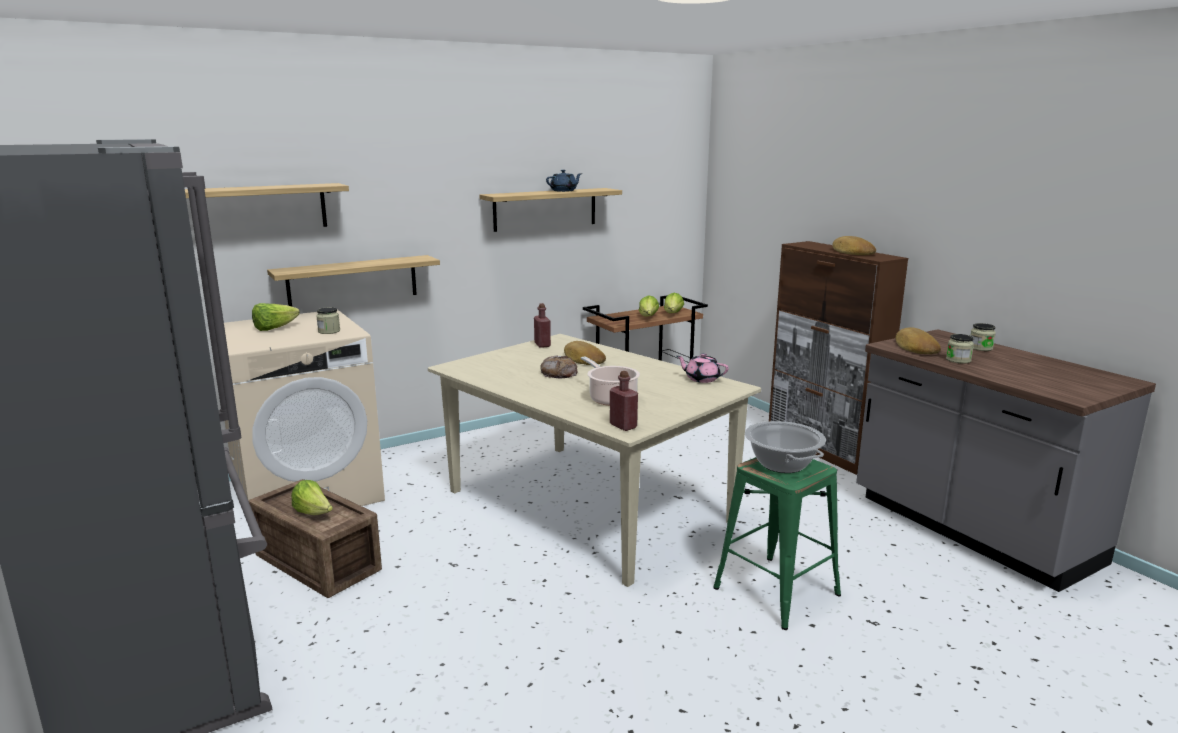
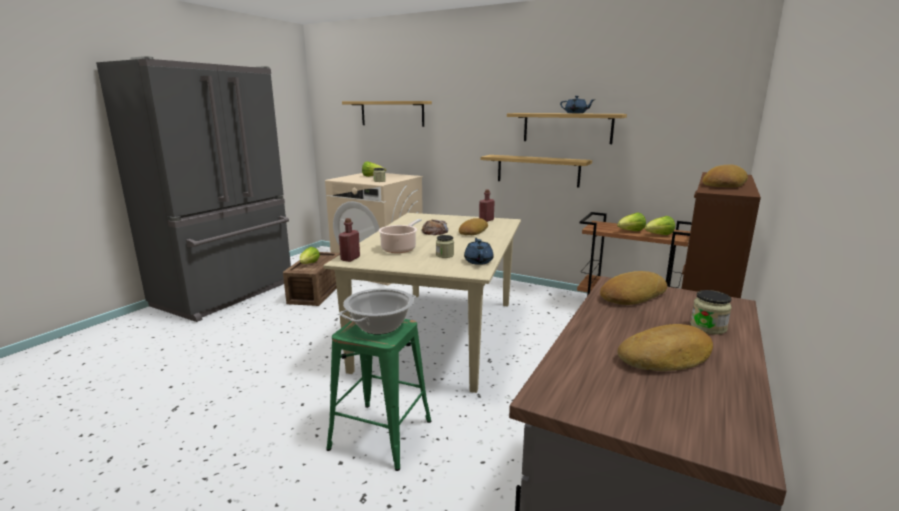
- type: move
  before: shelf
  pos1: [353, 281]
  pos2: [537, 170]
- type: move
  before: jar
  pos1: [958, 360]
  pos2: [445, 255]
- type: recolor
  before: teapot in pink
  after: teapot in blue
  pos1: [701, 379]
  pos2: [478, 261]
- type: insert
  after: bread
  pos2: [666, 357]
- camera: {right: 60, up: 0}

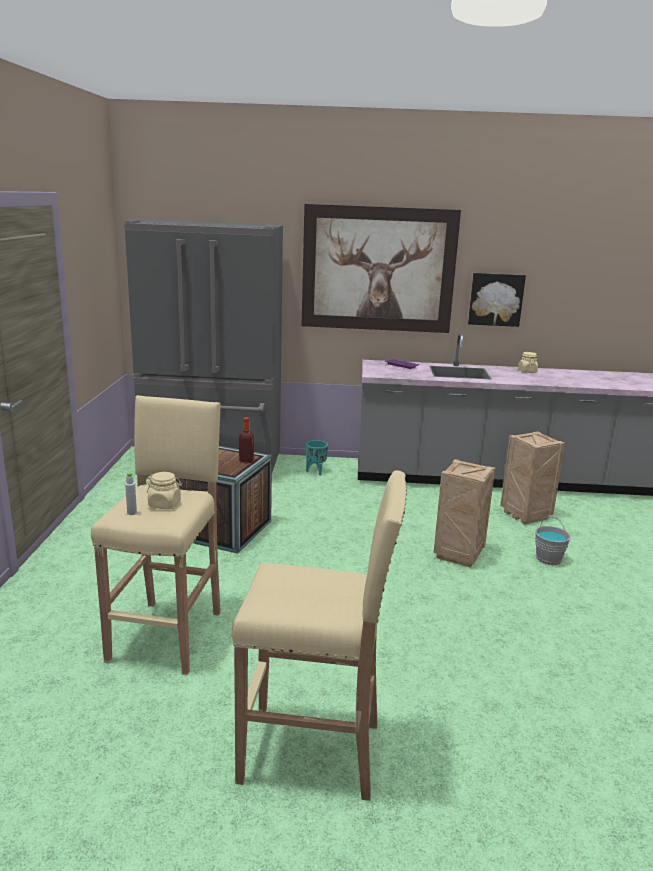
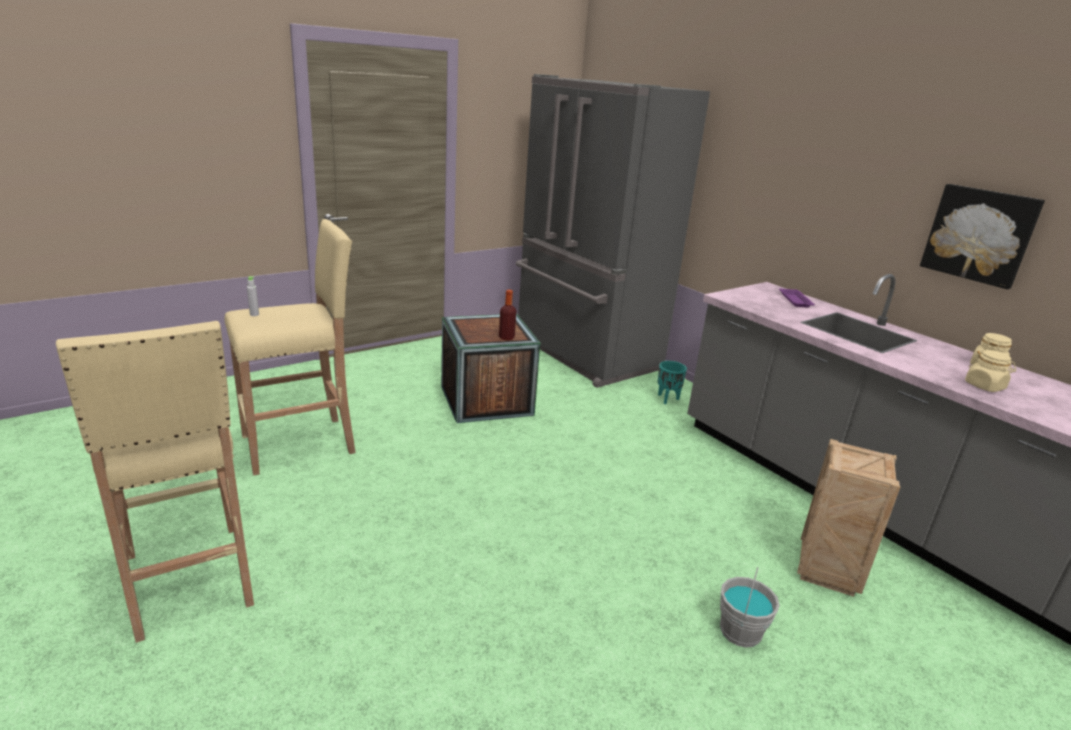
- type: delete
  before: picture
  pos1: [378, 269]
- type: delete
  before: crate
  pos1: [458, 554]
- type: move
  before: jar in beige
  pos1: [165, 504]
  pos2: [984, 386]
- camera: {right: 50, up: 5}

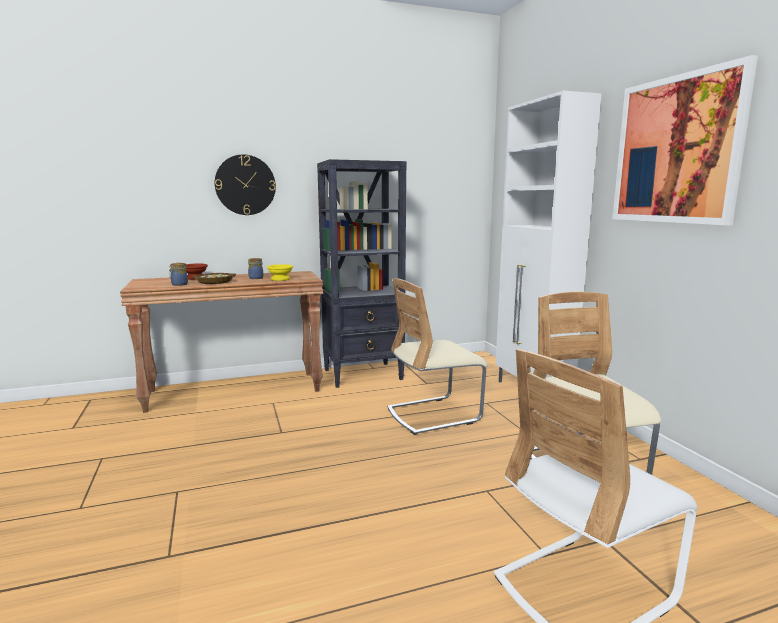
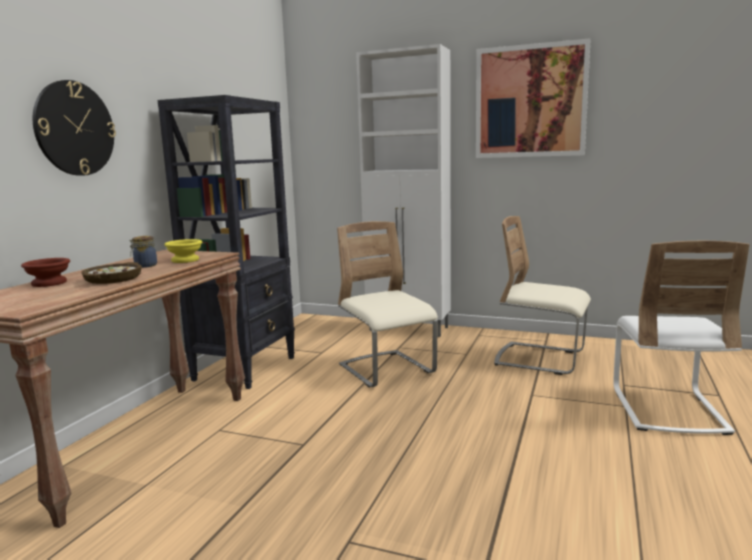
- type: delete
  before: jar
  pos1: [179, 284]
- type: rotate
  before: chair in beige
  pos1: [433, 415]
  pos2: [386, 370]
  turn: 135
- camera: {right: -50, up: 0}

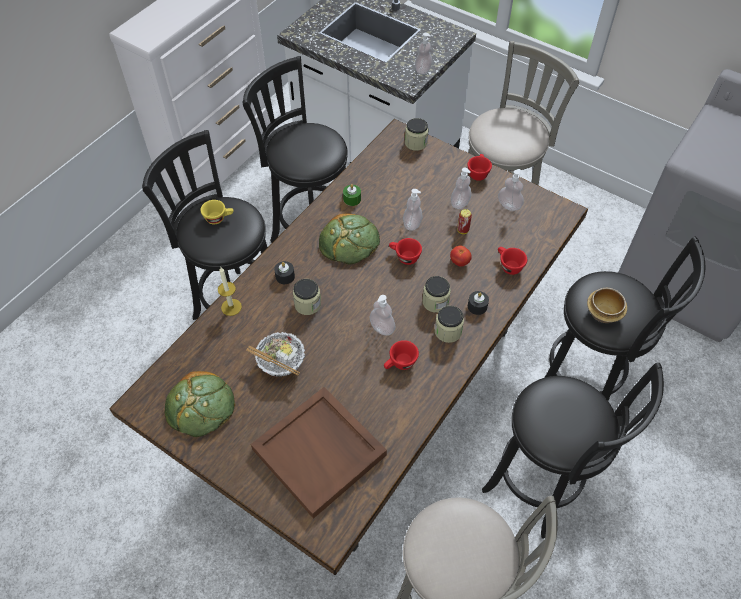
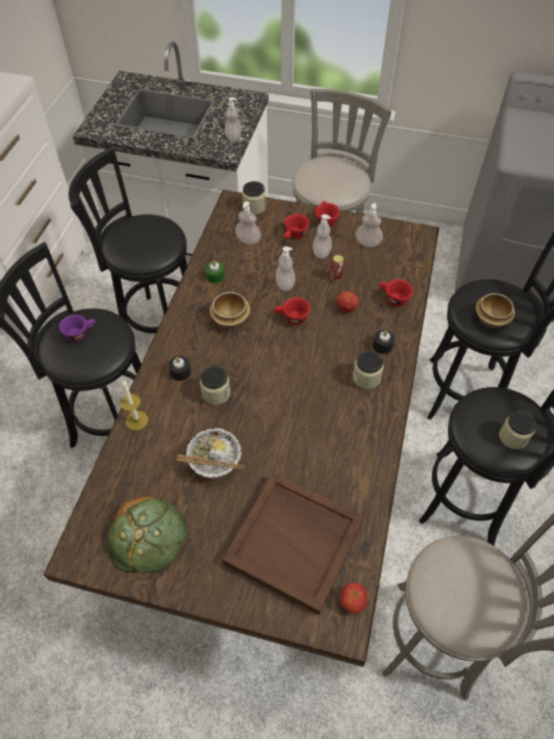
- type: recolor
  before: cup in yellow
  after: cup in purple
  pos1: [219, 218]
  pos2: [80, 333]
- type: replace
  before: bread
  after: bowl
  pos1: [349, 242]
  pos2: [231, 319]
- type: move
  before: jar
  pos1: [435, 302]
  pos2: [513, 437]
- type: move
  before: soap dispenser
  pos1: [382, 328]
  pos2: [248, 240]
- type: move
  before: cup in red
  pos1: [400, 364]
  pos2: [294, 236]
- type: insert
  after: tomato
  pos2: [352, 601]
- camera: {right: -20, up: 0}

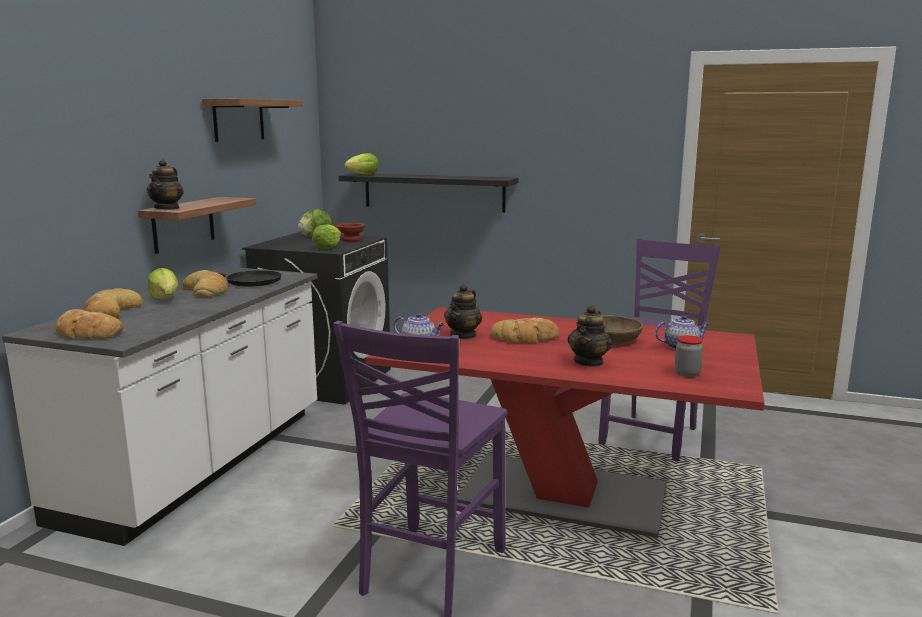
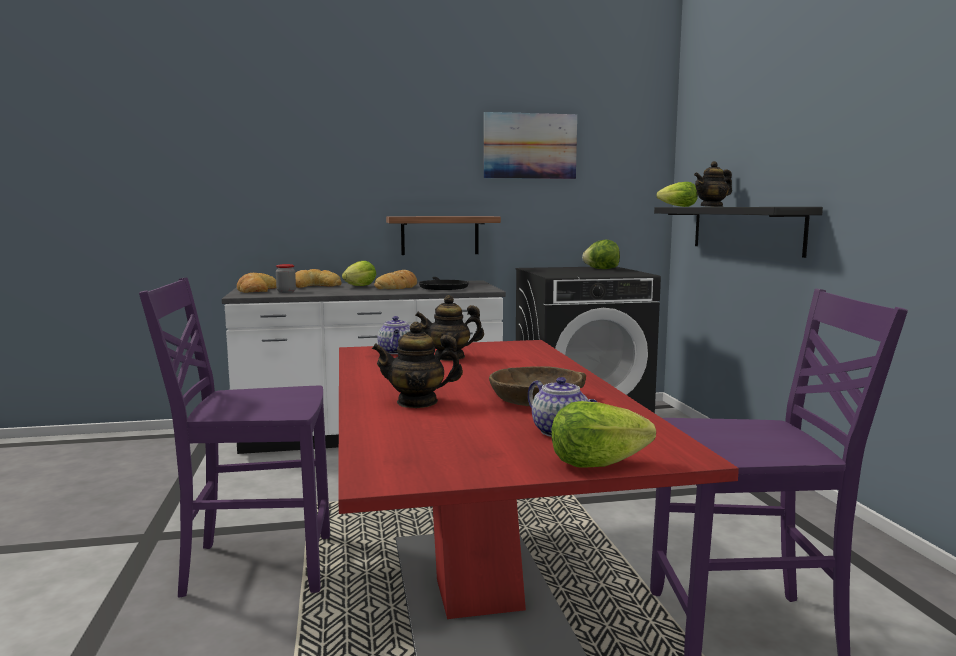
- type: replace
  before: shelf
  after: picture
  pos1: [238, 120]
  pos2: [530, 146]
- type: move
  before: teapot
  pos1: [167, 208]
  pos2: [712, 206]
- type: delete
  before: bowl in brown
  pos1: [350, 239]
- type: move
  before: lettuce
  pos1: [327, 248]
  pos2: [596, 463]
- type: delete
  before: bread
  pos1: [525, 338]
- type: move
  before: jar
  pos1: [687, 373]
  pos2: [286, 292]
- camera: {right: 60, up: -5}

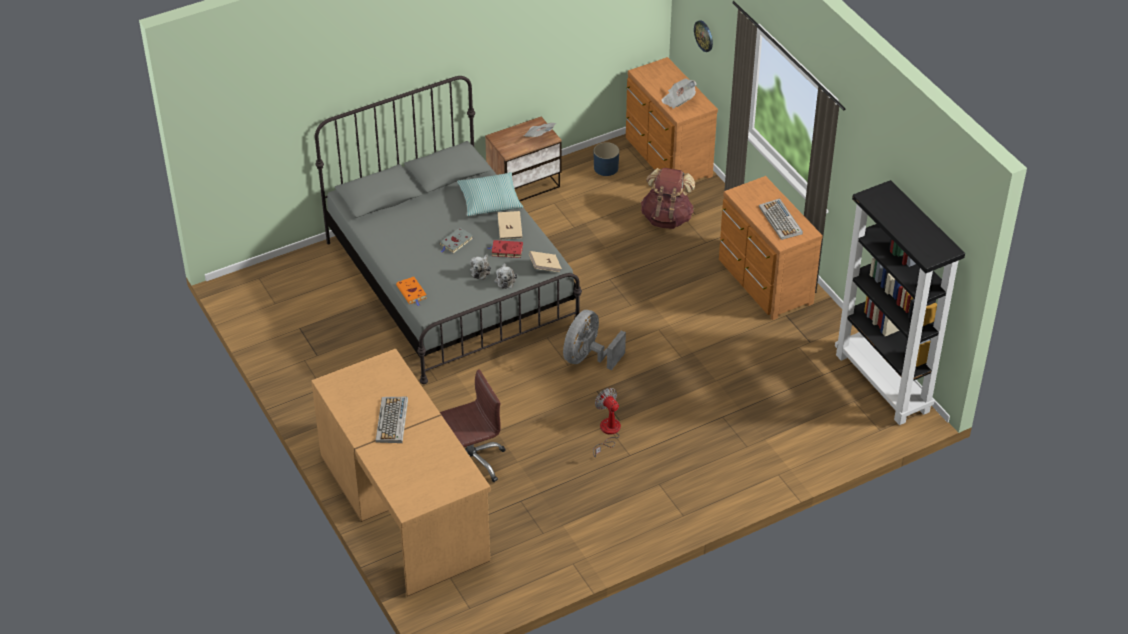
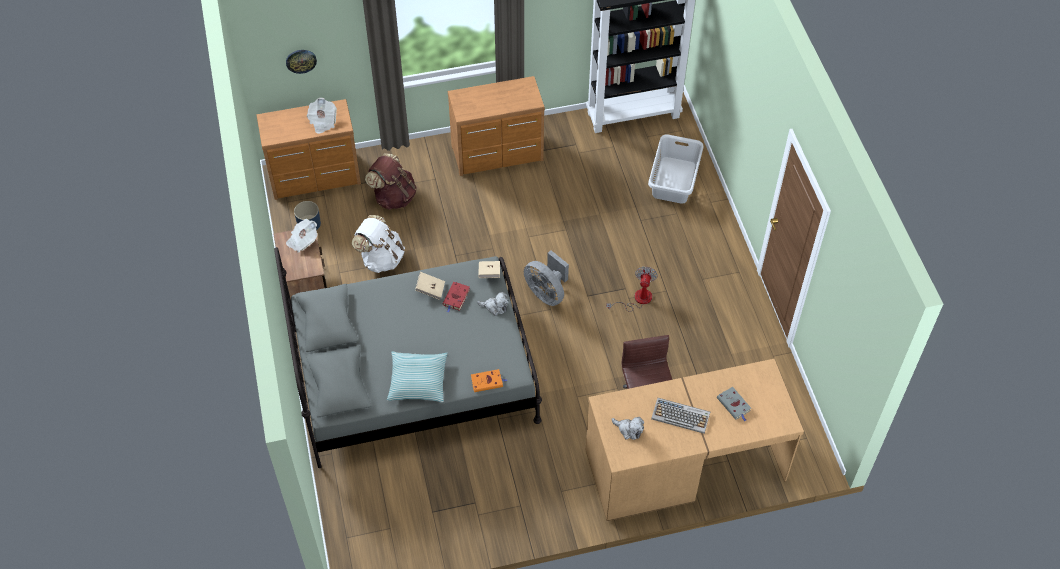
- type: move
  before: pillow
  pos1: [489, 200]
  pos2: [418, 381]
- type: delete
  before: keyboard
  pos1: [781, 220]
- type: move
  before: book in grey
  pos1: [455, 243]
  pos2: [734, 405]
- type: move
  before: plush toy
  pos1: [481, 270]
  pos2: [629, 430]
- type: rotate
  before: fan
  pos1: [607, 432]
  pos2: [637, 299]
  turn: 120
- type: insert
  after: laundry basket in grey
  pos2: [673, 180]
- type: insert
  after: backpack in white
  pos2: [381, 258]
- camera: {right: -75, up: 10}

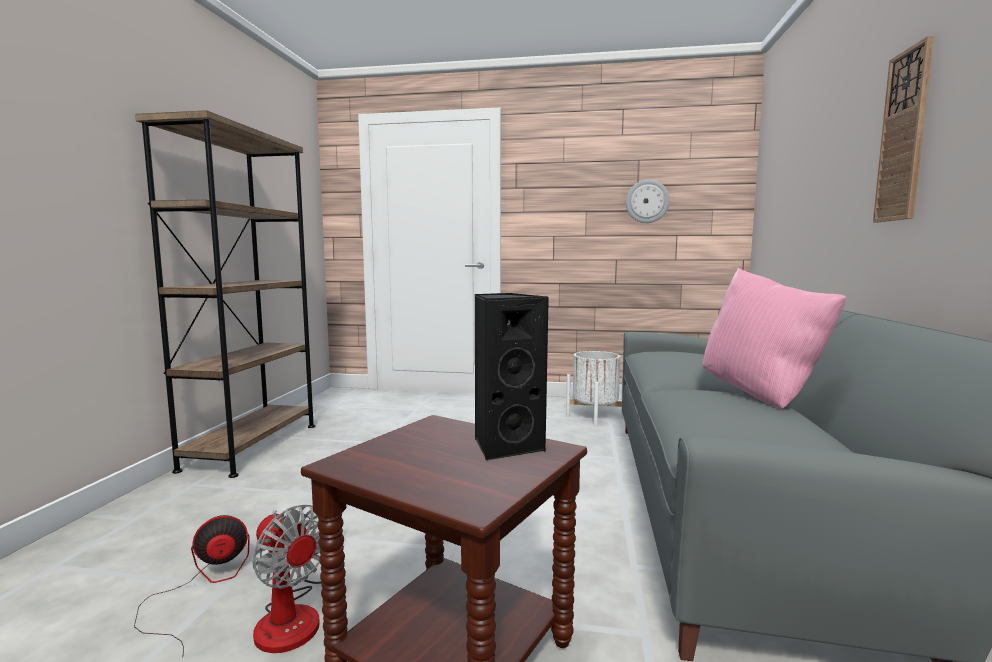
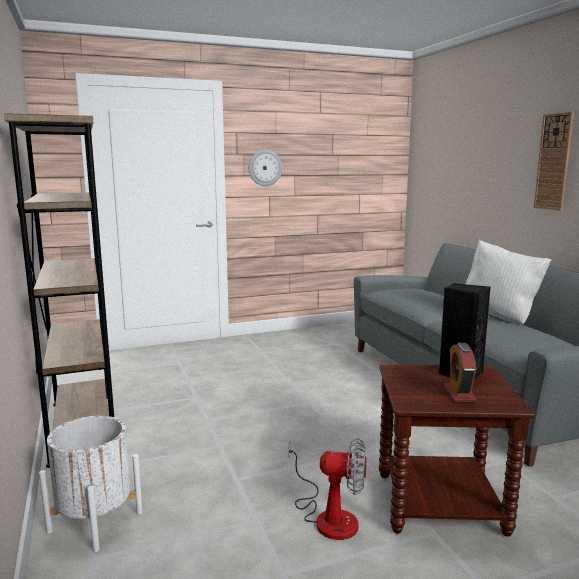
- type: move
  before: wall clock
  pos1: [647, 201]
  pos2: [265, 168]
- type: recolor
  before: pillow in pink
  after: pillow in white
  pos1: [761, 396]
  pos2: [499, 317]
- type: move
  before: planter in white
  pos1: [595, 416]
  pos2: [95, 522]
- type: delete
  before: fan
  pos1: [202, 587]
- type: insert
  after: alarm clock
  pos2: [459, 394]
- camera: {right: -30, up: 5}

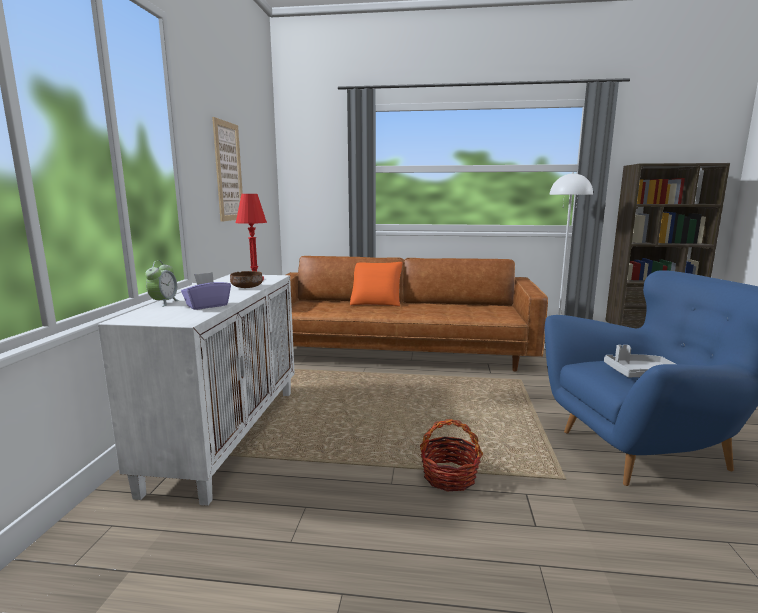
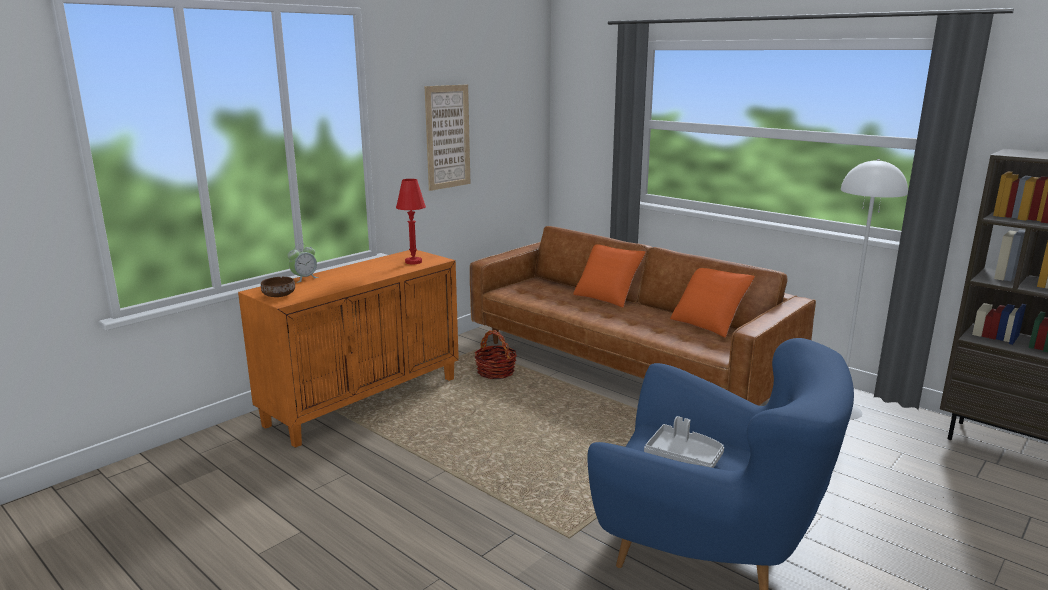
- type: move
  before: bowl in brown
  pos1: [247, 287]
  pos2: [278, 295]
- type: delete
  before: tissue box in purple
  pos1: [207, 306]
- type: recolor
  before: cabinet in white
  after: cabinet in orange
  pos1: [227, 435]
  pos2: [364, 400]
- type: move
  before: basket
  pos1: [449, 477]
  pos2: [495, 372]
- type: insert
  after: pillow in orange
  pos2: [709, 324]
- camera: {right: 35, up: 5}

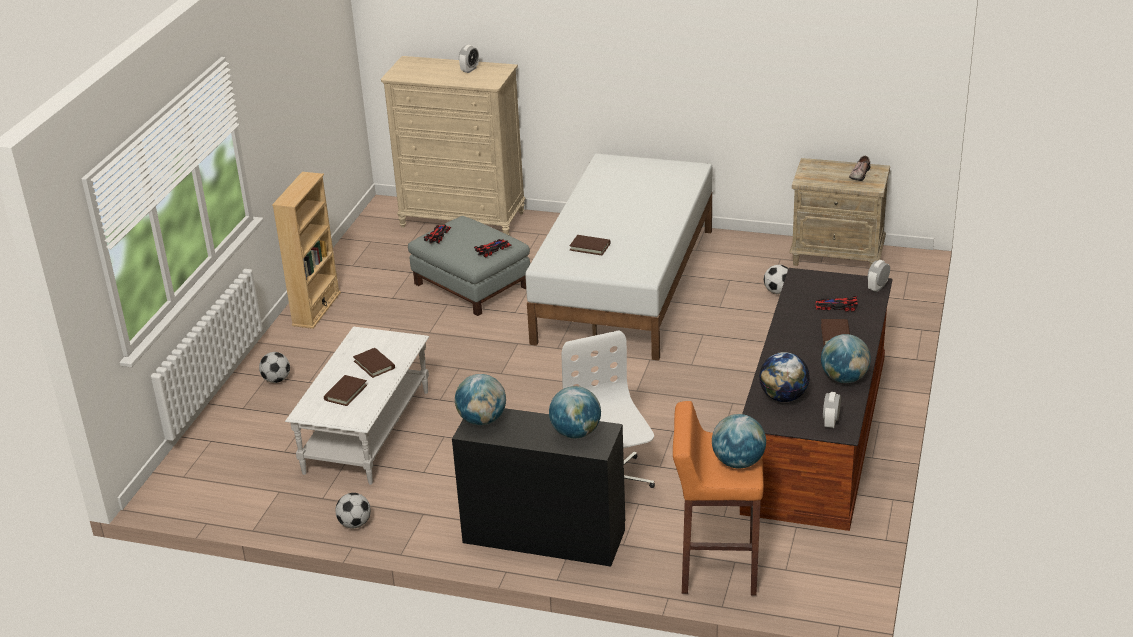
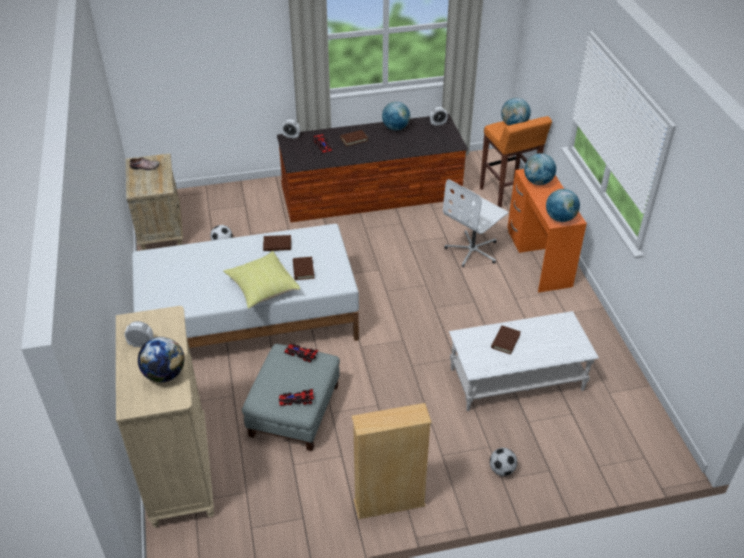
- type: move
  before: globe
  pos1: [783, 397]
  pos2: [165, 374]
- type: move
  before: book in brown
  pos1: [345, 392]
  pos2: [277, 245]
- type: recolor
  before: desk in black
  after: desk in orange
  pos1: [543, 536]
  pos2: [539, 258]
- type: delete
  before: football
  pos1: [354, 524]
- type: insert
  after: pillow in yellow
  pos2: [262, 288]
- camera: {right: -120, up: 10}

